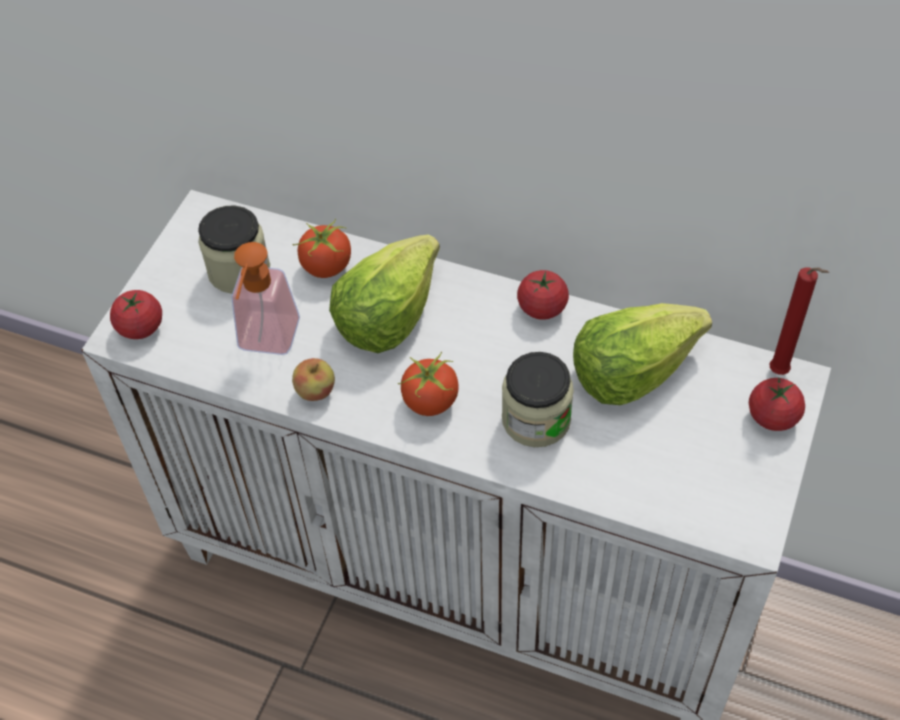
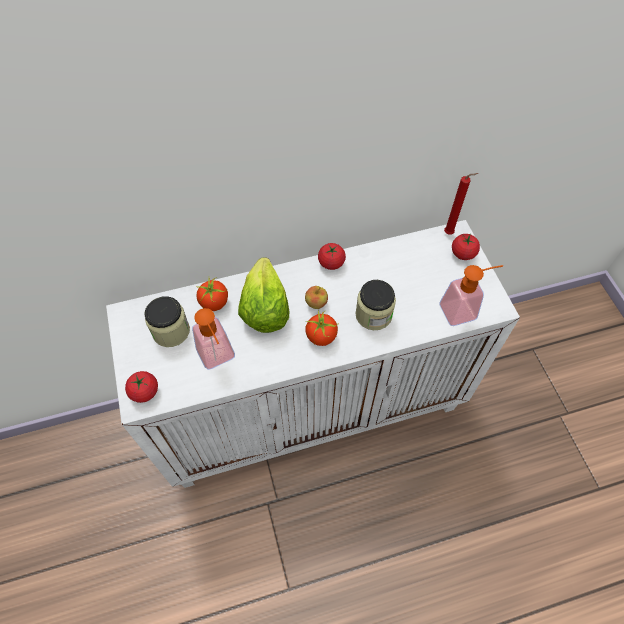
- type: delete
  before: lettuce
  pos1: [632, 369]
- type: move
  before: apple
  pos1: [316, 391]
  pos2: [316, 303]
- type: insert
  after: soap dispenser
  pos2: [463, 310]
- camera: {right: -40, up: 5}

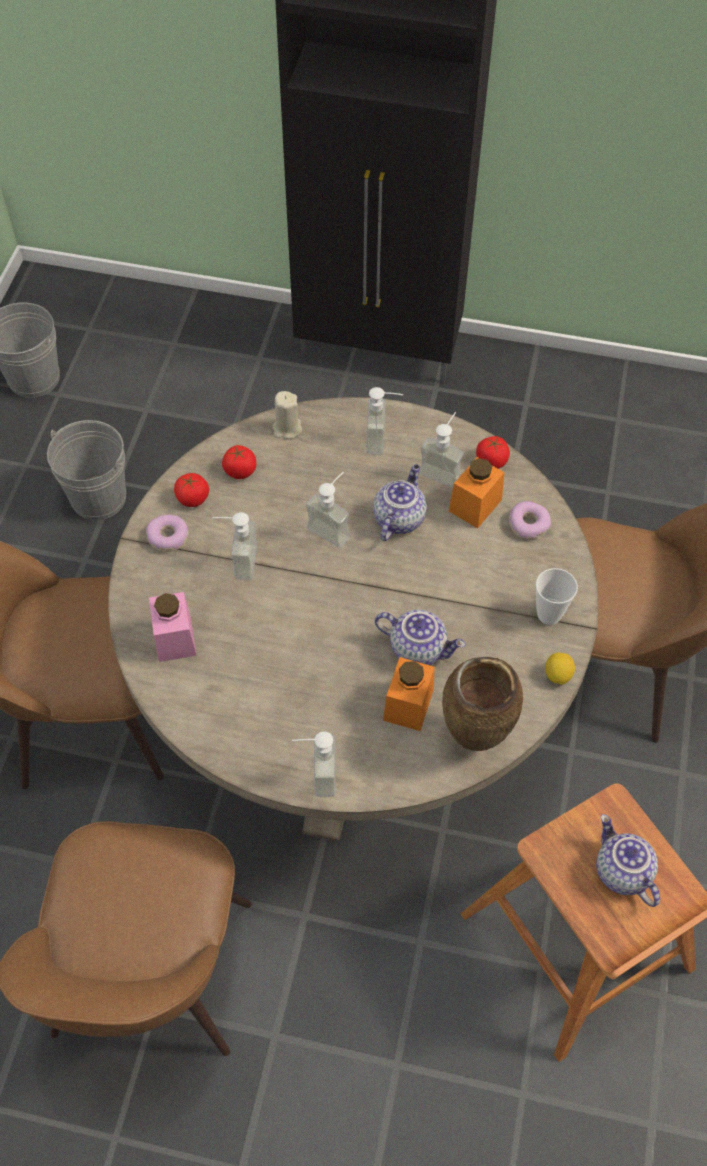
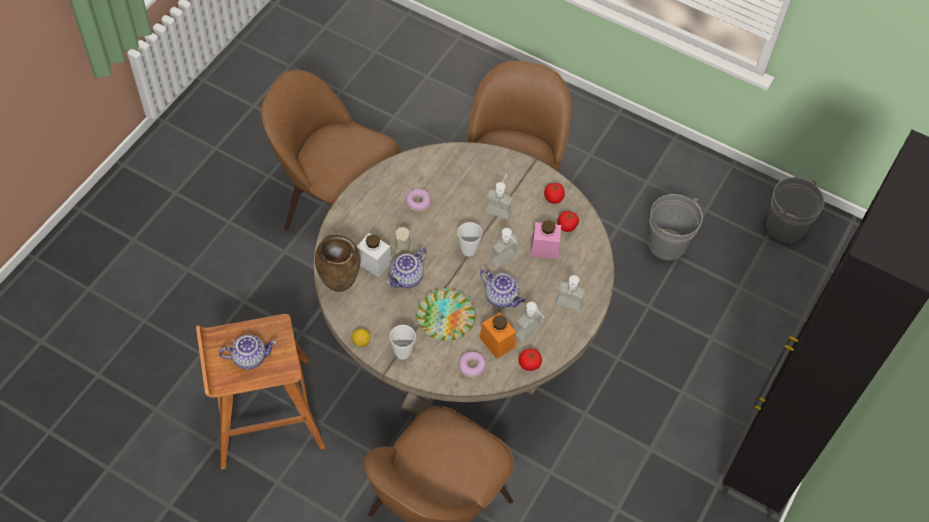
- type: move
  before: candle in beige
  pos1: [287, 429]
  pos2: [402, 249]
- type: move
  before: donut
  pos1: [168, 537]
  pos2: [417, 203]
- type: move
  before: jar in pink
  pos1: [174, 638]
  pos2: [544, 248]
- type: recolor
  before: jar in orange
  after: jar in white
  pos1: [408, 704]
  pos2: [374, 262]
- type: delete
  before: soap dispenser
  pos1: [315, 775]
- type: insert
  after: cup
  pos2: [468, 250]
- type: insert
  after: plate
  pos2: [445, 317]
- camera: {right: 105, up: 0}

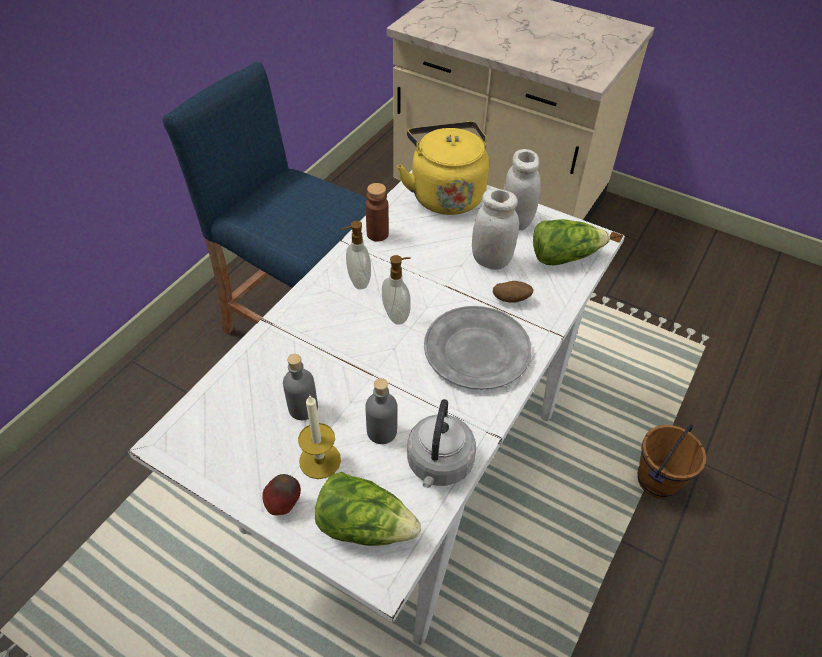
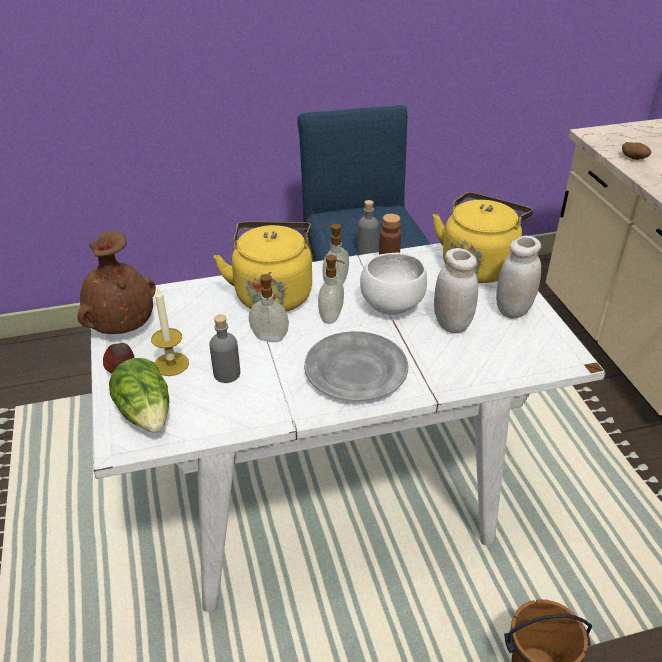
- type: delete
  before: lettuce
  pos1: [563, 256]
- type: move
  before: potato
  pos1: [511, 299]
  pos2: [634, 159]
- type: move
  before: bottle in grey
  pos1: [303, 408]
  pos2: [367, 250]
- type: delete
  before: kettle in grey
  pos1: [439, 465]
- type: insert
  after: kettle in yellow
  pos2: [273, 293]
- type: insert
  after: vase in brown
  pos2: [121, 325]
- type: insert
  after: bowl in white
  pos2: [390, 305]
- type: insert
  after: soap dispenser
  pos2: [270, 337]
- camera: {right: 45, up: -10}

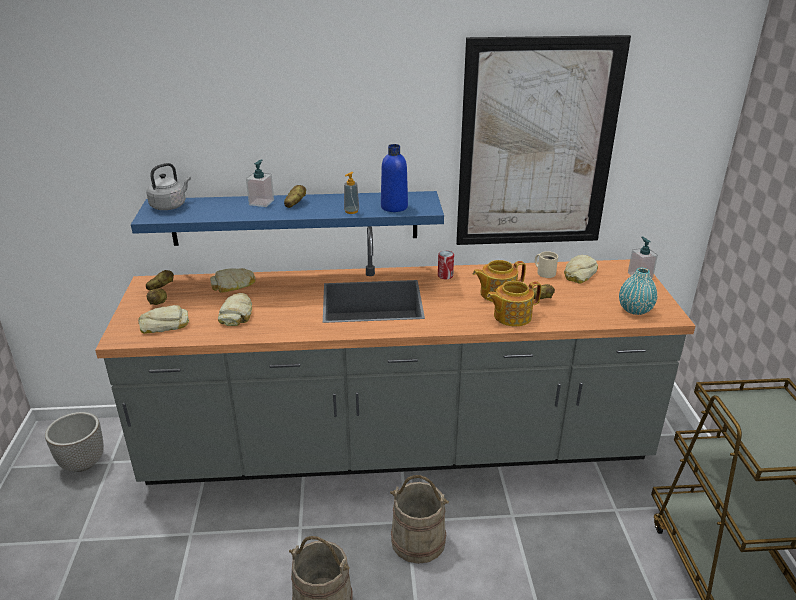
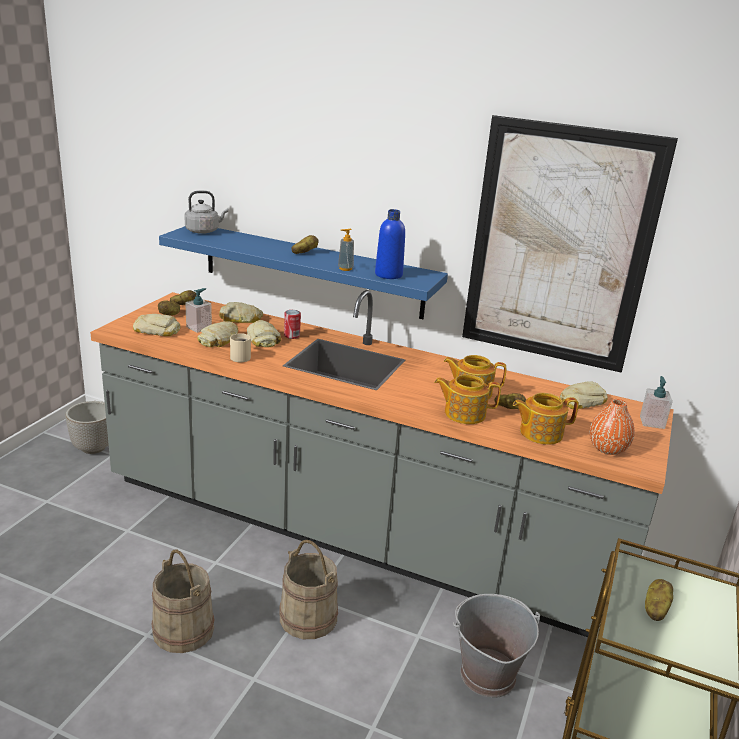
- type: move
  before: soap dispenser
  pos1: [261, 202]
  pos2: [199, 327]
- type: move
  before: can
  pos1: [445, 276]
  pos2: [292, 335]
- type: move
  before: mug in beige
  pos1: [545, 272]
  pos2: [241, 357]
- type: recolor
  before: vase in turquoise
  after: vase in orange
  pos1: [635, 309]
  pos2: [607, 448]
- type: insert
  after: bread
  pos2: [263, 339]
- type: insert
  after: teapot
  pos2: [539, 433]
- type: insert
  after: potato
  pos2: [655, 609]
- type: insert
  after: bucket in grey
  pos2: [486, 674]
- camera: {right: 25, up: -5}

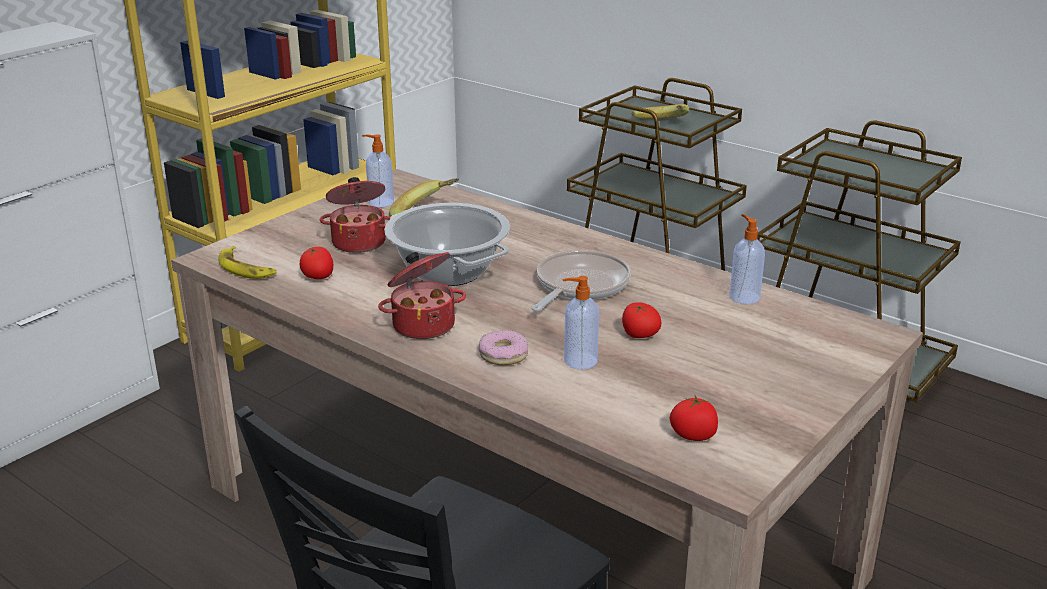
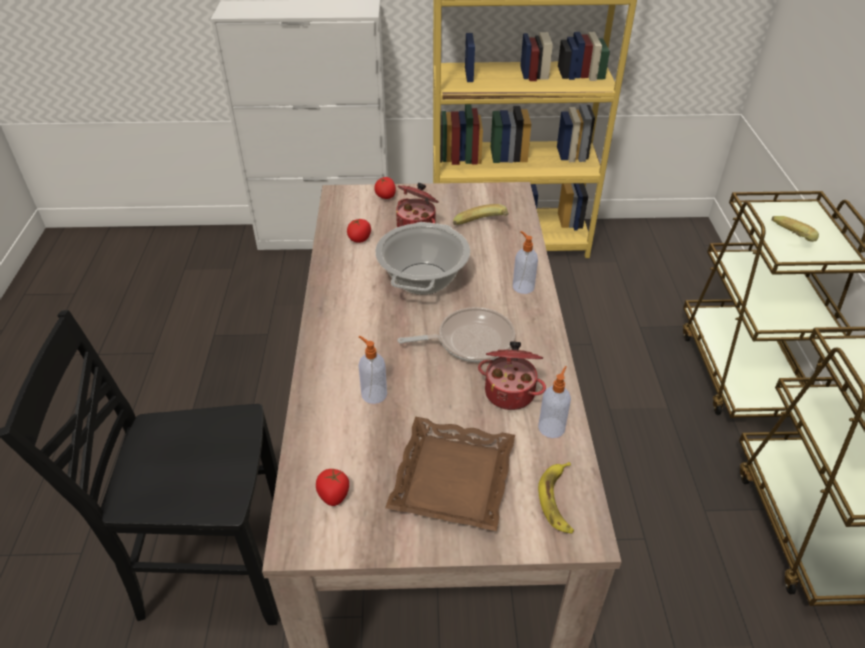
- type: move
  before: soap dispenser
  pos1: [380, 202]
  pos2: [522, 286]
- type: move
  before: banana
  pos1: [246, 269]
  pos2: [558, 500]
- type: move
  before: cooking pot
  pos1: [423, 325]
  pos2: [510, 391]
- type: move
  before: tomato
  pos1: [639, 335]
  pos2: [385, 196]
- type: delete
  before: donut
  pos1: [503, 355]
- type: insert
  after: tray in brown
  pos2: [453, 479]
- camera: {right: 50, up: 15}

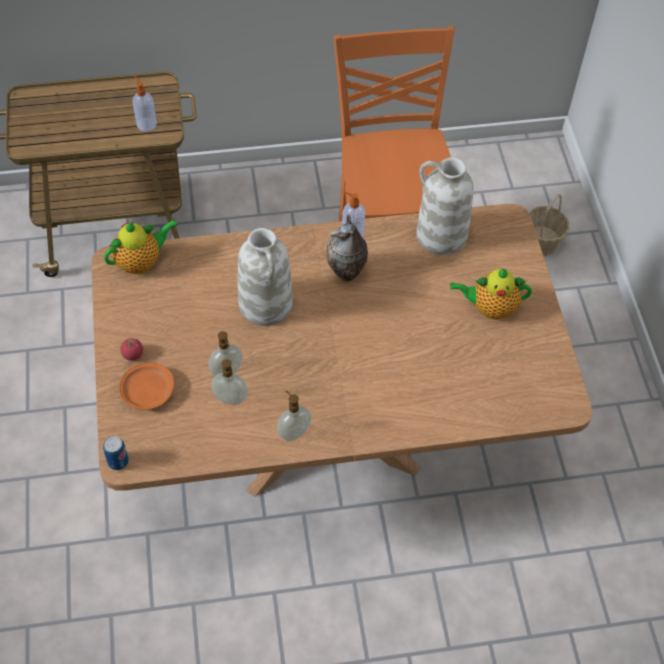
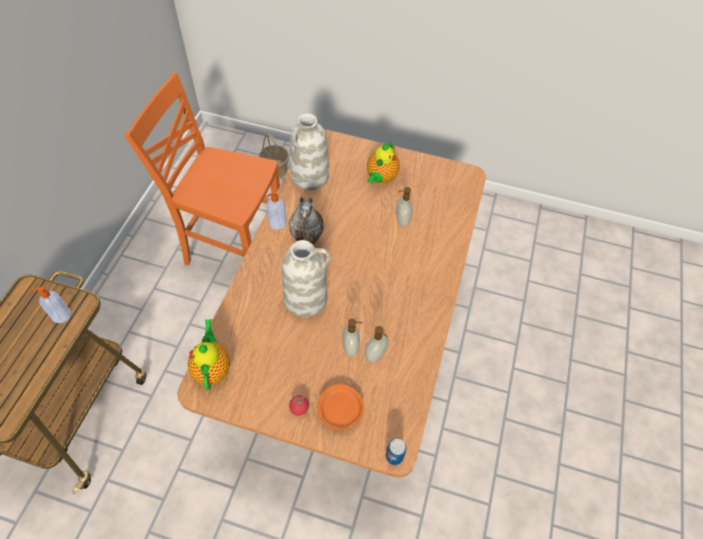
- type: move
  before: soap dispenser
  pos1: [293, 432]
  pos2: [401, 220]
- camera: {right: -65, up: 0}

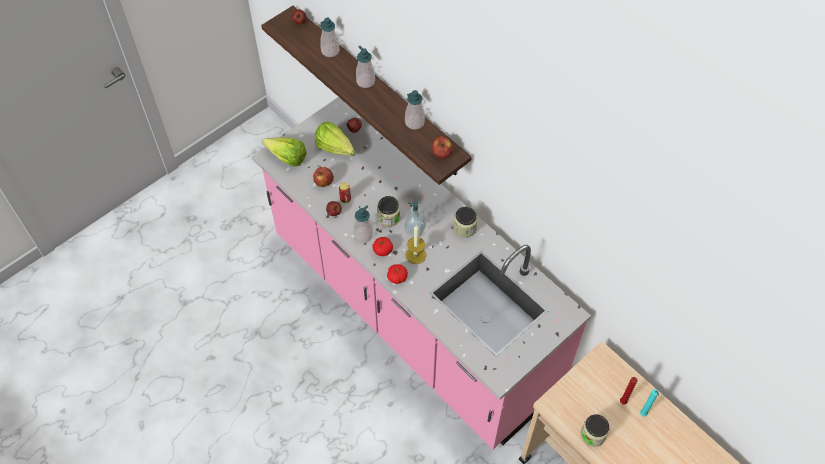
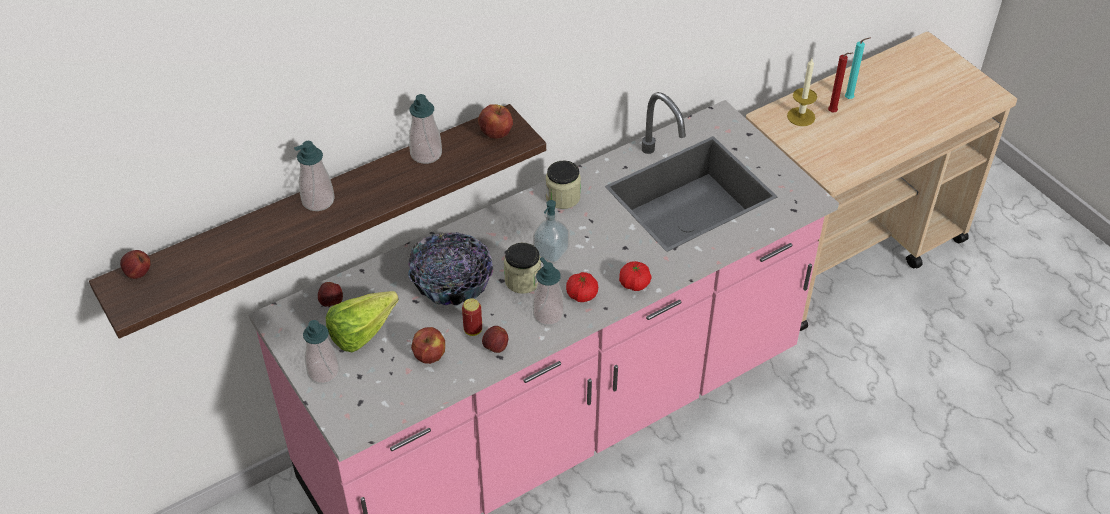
- type: move
  before: soap dispenser
  pos1: [330, 51]
  pos2: [323, 372]
- type: delete
  before: lettuce
  pos1: [284, 156]
- type: move
  before: candle
  pos1: [416, 255]
  pos2: [801, 116]
- type: delete
  before: jar
  pos1: [593, 434]
- type: insert
  after: bowl
  pos2: [451, 282]
- camera: {right: -80, up: -10}

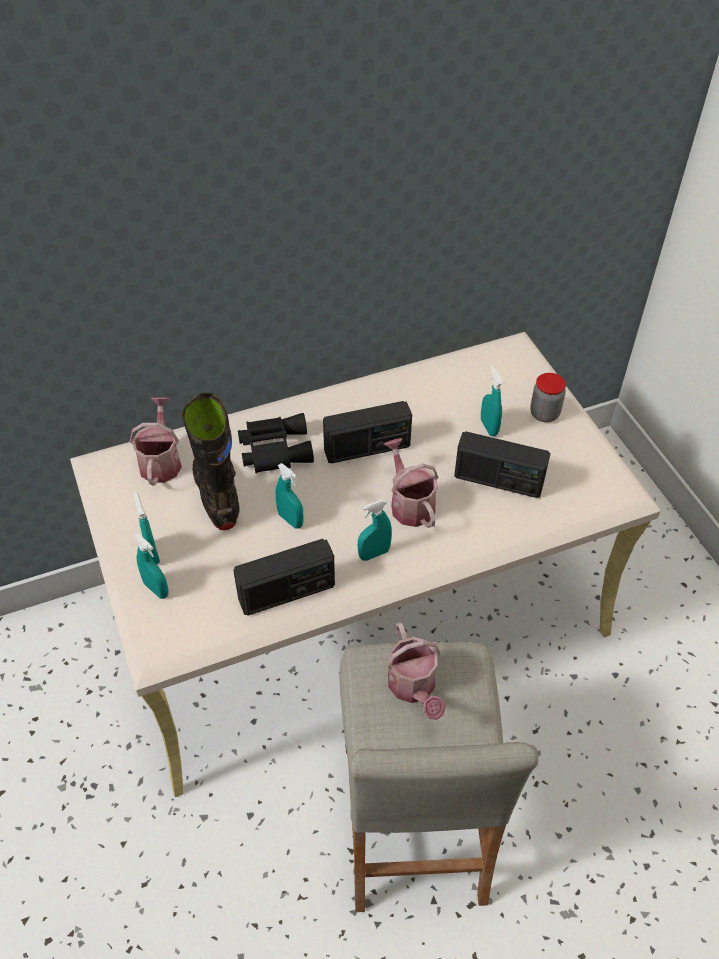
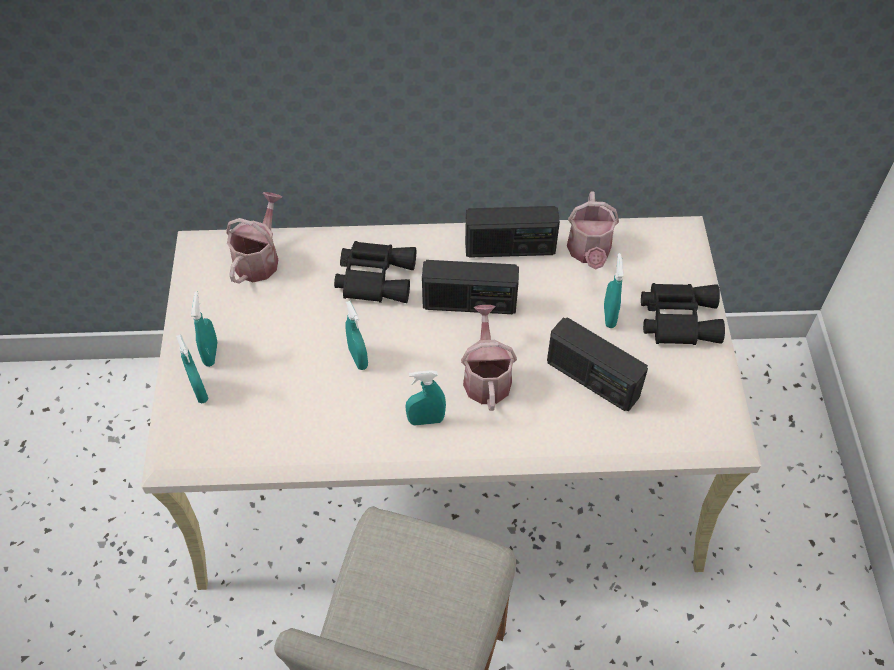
- type: replace
  before: jar
  after: binoculars in black
  pos1: [544, 414]
  pos2: [678, 318]
- type: delete
  before: boot in black
  pos1: [217, 496]
- type: move
  before: radio
  pos1: [287, 592]
  pos2: [510, 248]
- type: move
  before: watering can
  pos1: [414, 688]
  pos2: [589, 252]
- camera: {right: 20, up: 5}

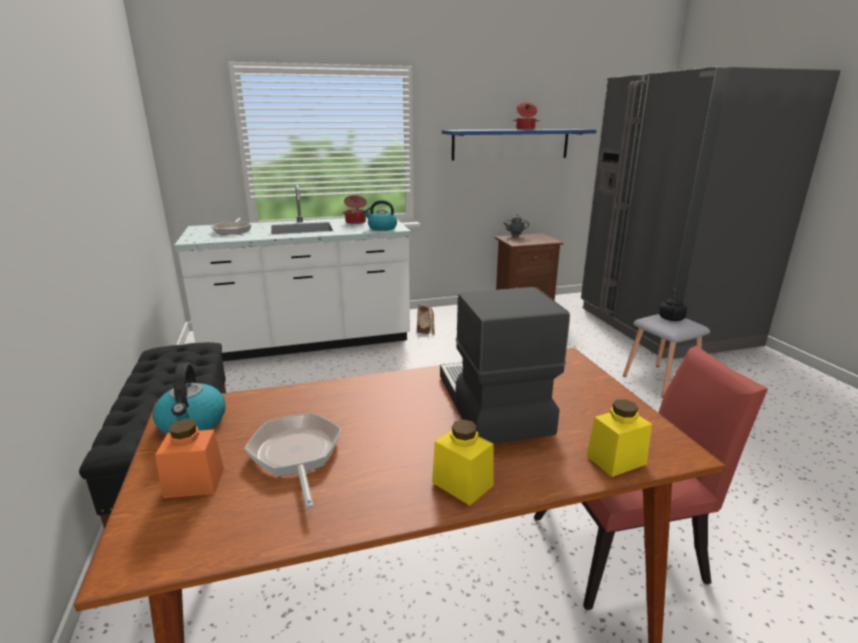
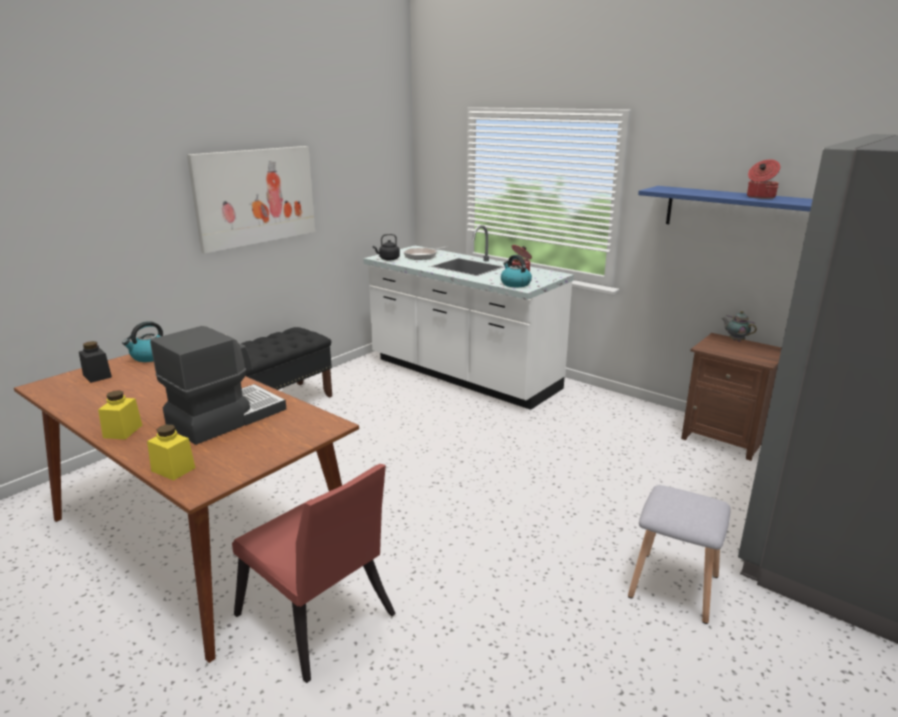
- type: move
  before: kettle in black
  pos1: [671, 319]
  pos2: [388, 259]
- type: delete
  before: crate
  pos1: [425, 323]
- type: delete
  before: frying pan
  pos1: [296, 455]
- type: recolor
  before: jar in orange
  after: jar in black
  pos1: [194, 483]
  pos2: [97, 376]
- type: insert
  after: picture
  pos2: [255, 196]
- camera: {right: 55, up: 0}

